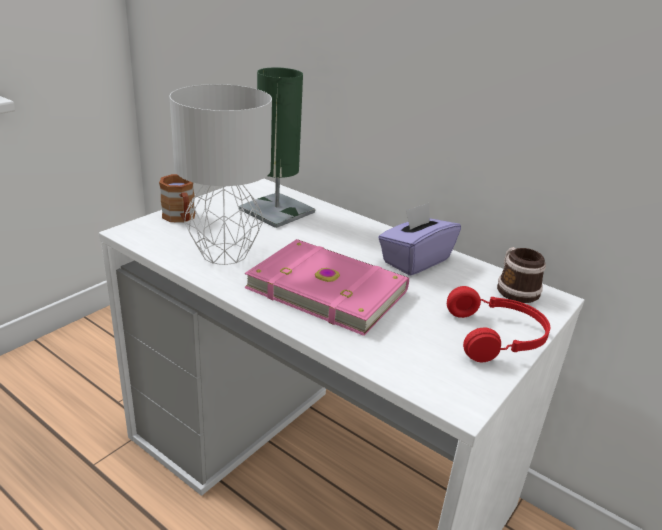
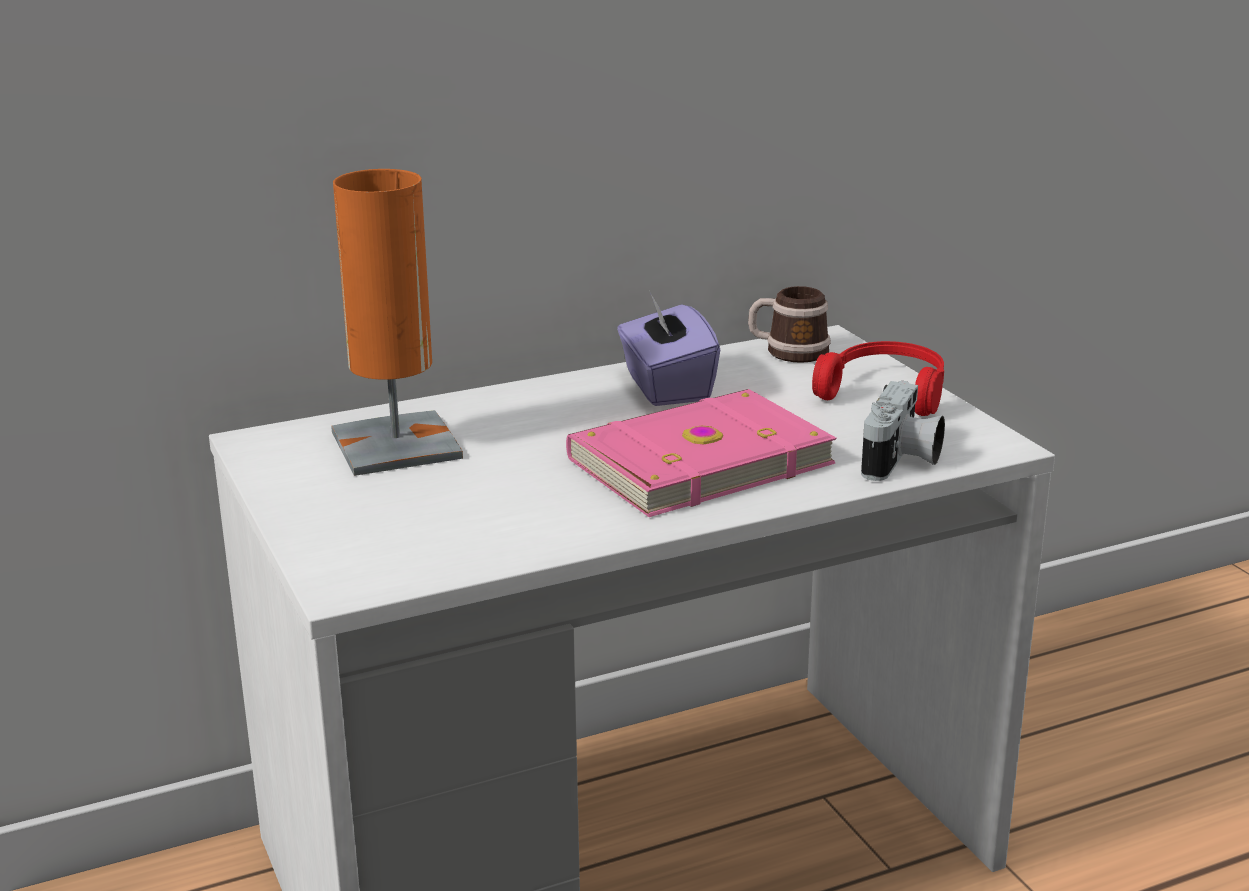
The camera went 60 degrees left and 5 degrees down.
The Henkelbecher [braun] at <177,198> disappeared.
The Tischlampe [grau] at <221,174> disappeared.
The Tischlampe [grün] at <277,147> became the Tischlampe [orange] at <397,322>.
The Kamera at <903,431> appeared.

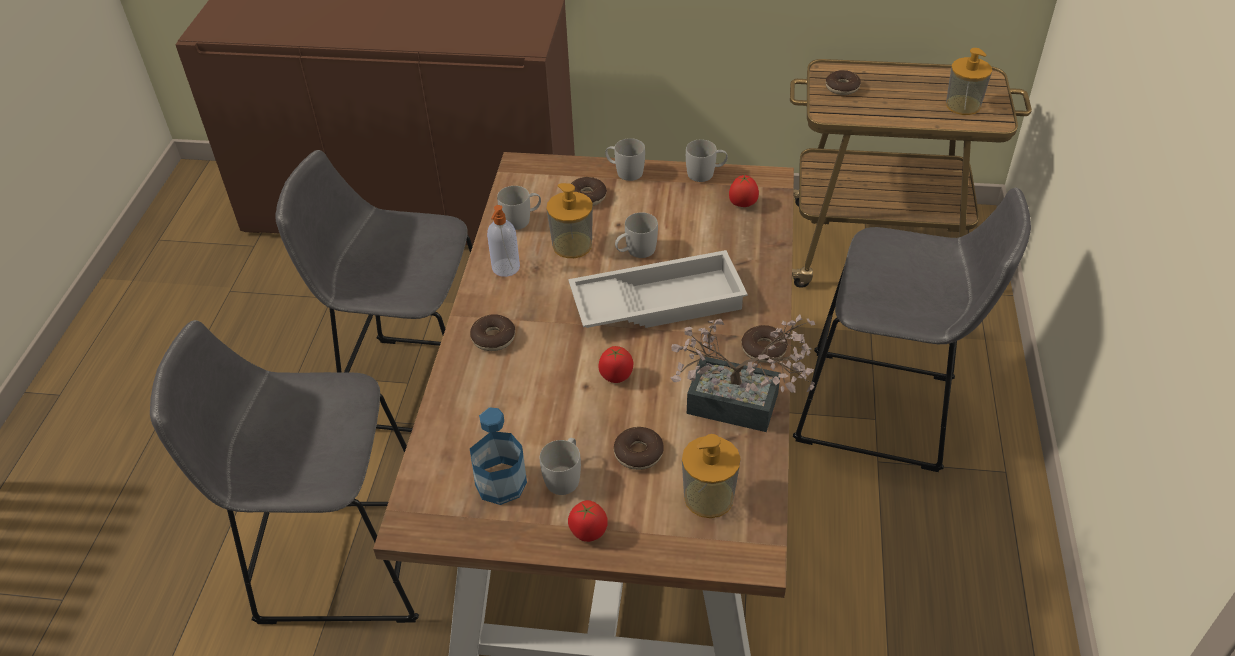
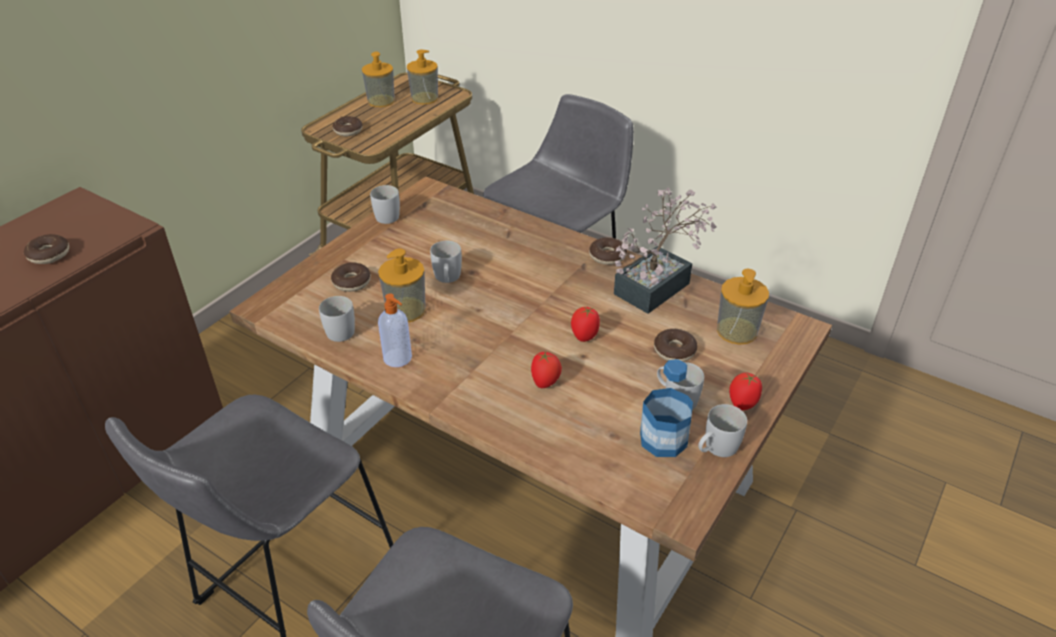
The camera went 65 degrees left and 5 degrees down.
The Donut moved from <492,332> to <46,249>.
The Tablett [weiß] at <658,289> disappeared.
The Henkelbecher [weiß] moved from <625,159> to <722,430>.
The Tomate moved from <744,191> to <546,369>.
The Seifenspender at <378,79> appeared.

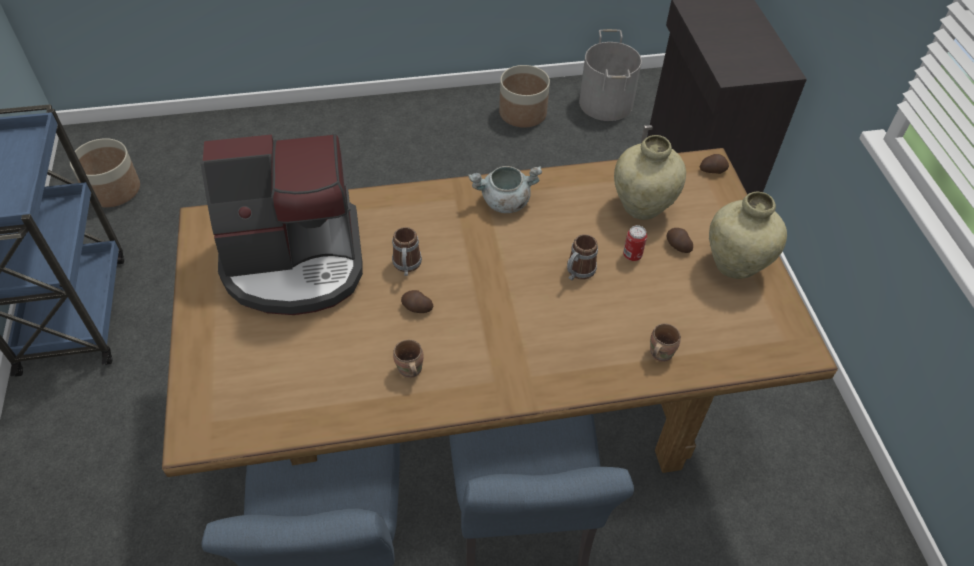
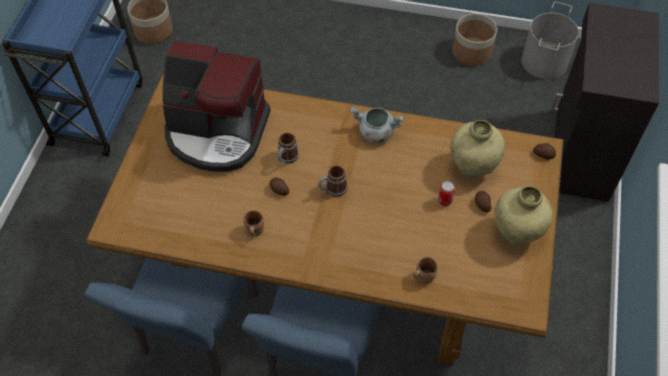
The camera went 25 degrees right and 5 degrees up.
The Henkelbecher moved from <582,257> to <333,181>.

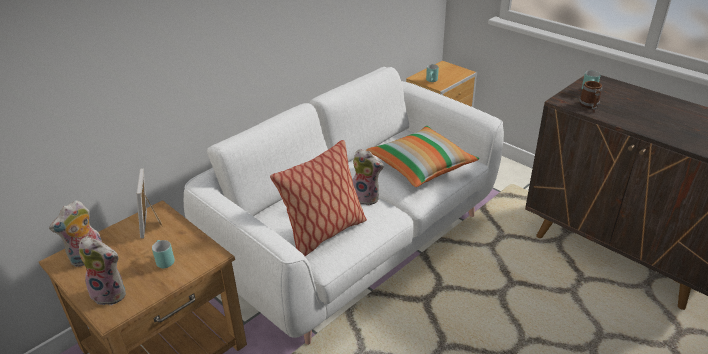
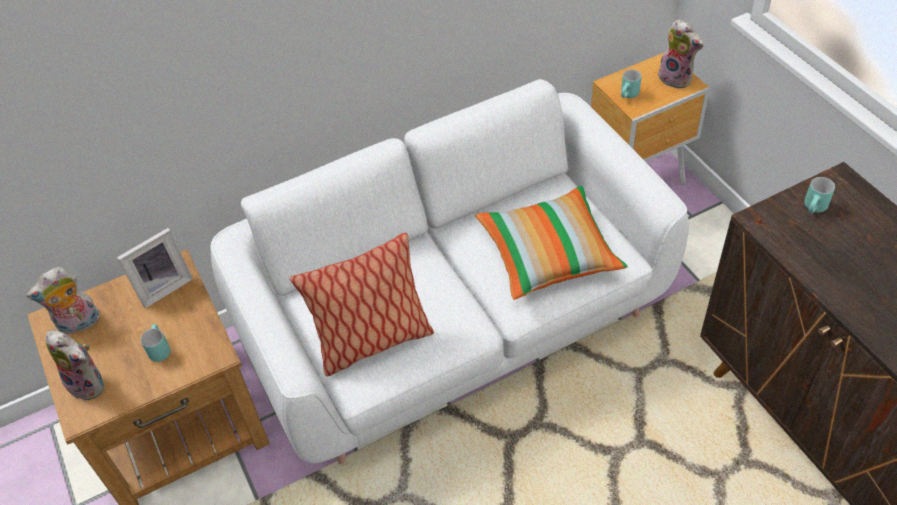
The camera went 20 degrees right and 15 degrees up.
The Bilderrahmen at <149,203> turned 135 degrees counterclockwise.
The Plüschtier moved from <368,177> to <681,54>.
The Henkelbecher at <590,97> disappeared.

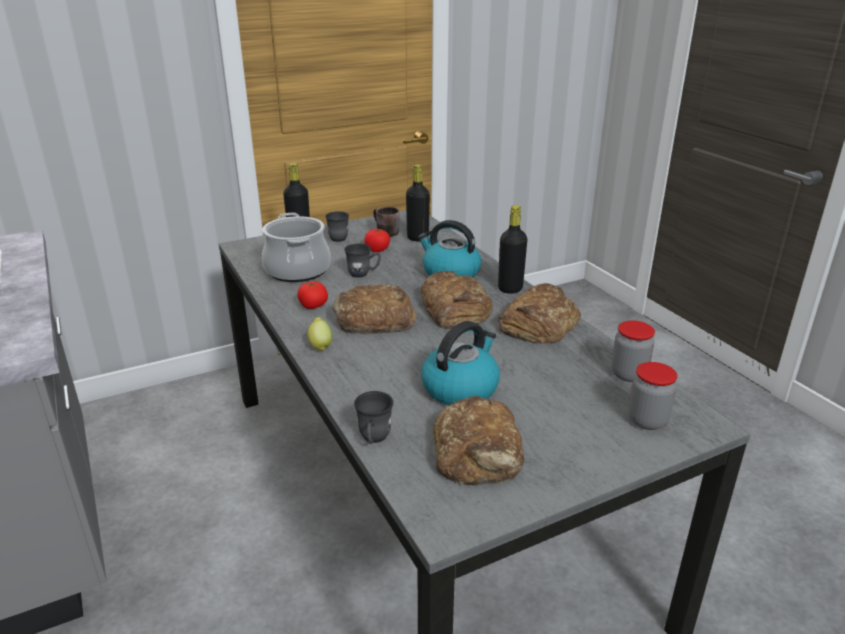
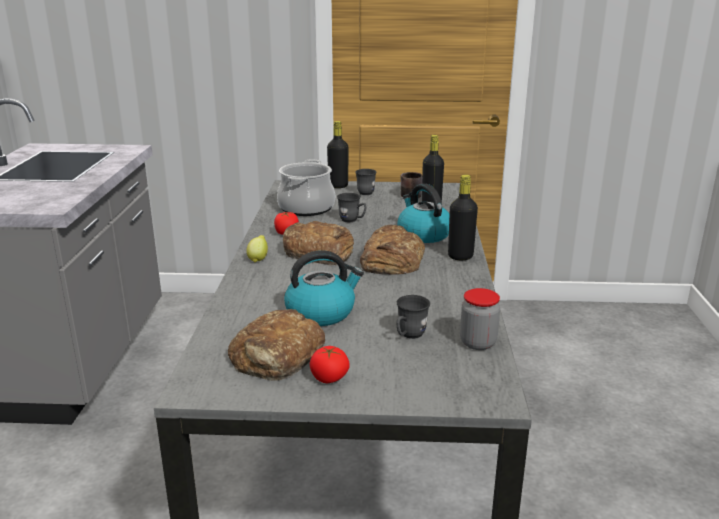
The camera went 30 degrees right and 5 degrees down.
The Henkelbecher [grau] moved from <373,417> to <413,317>.
The Tomate moved from <377,240> to <330,364>.
The Brot at <539,313> disappeared.
The Vorratsglas at <653,396> disappeared.

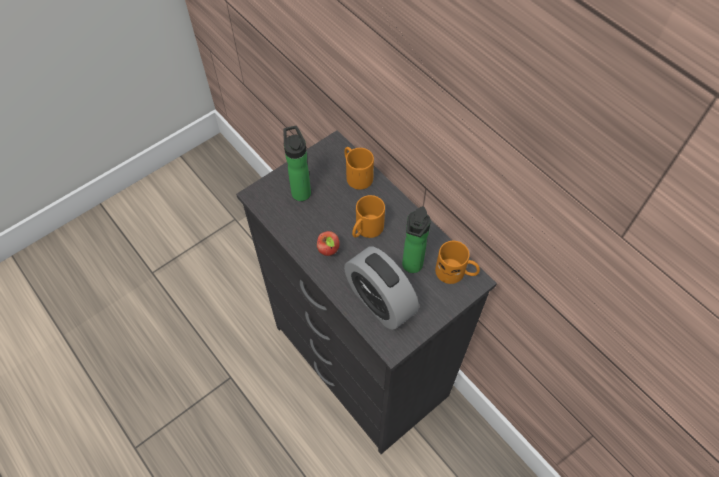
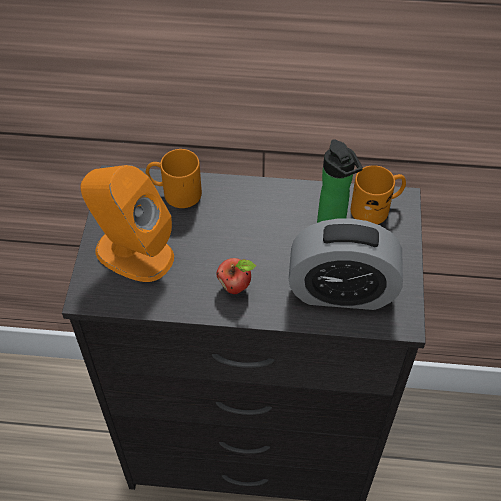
The camera went 45 degrees left and 5 degrees down.
The Flasche at <297,163> was replaced by the Lautsprecher [orange] at <127,223>.
The Henkelbecher [orange] at <368,216> disappeared.

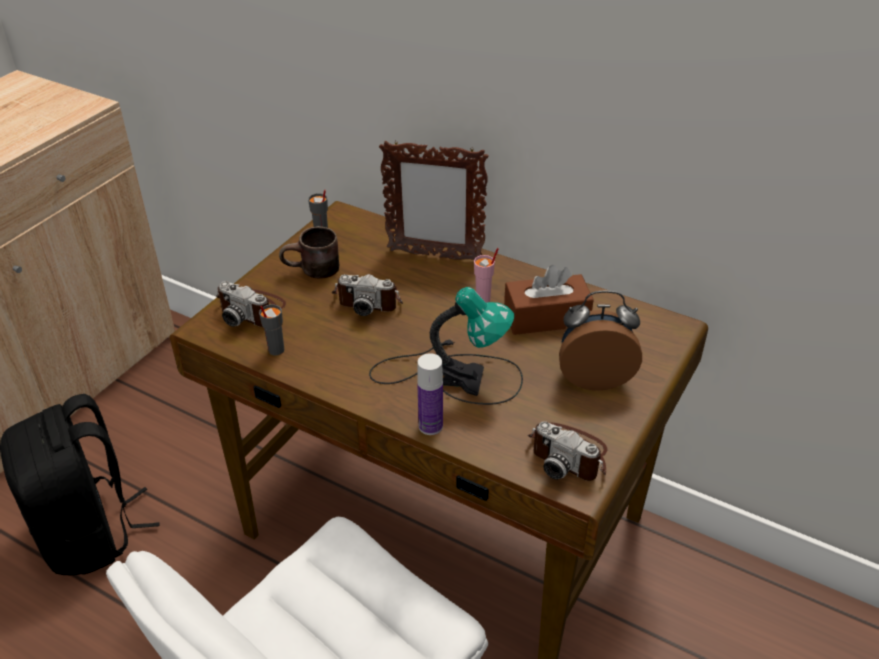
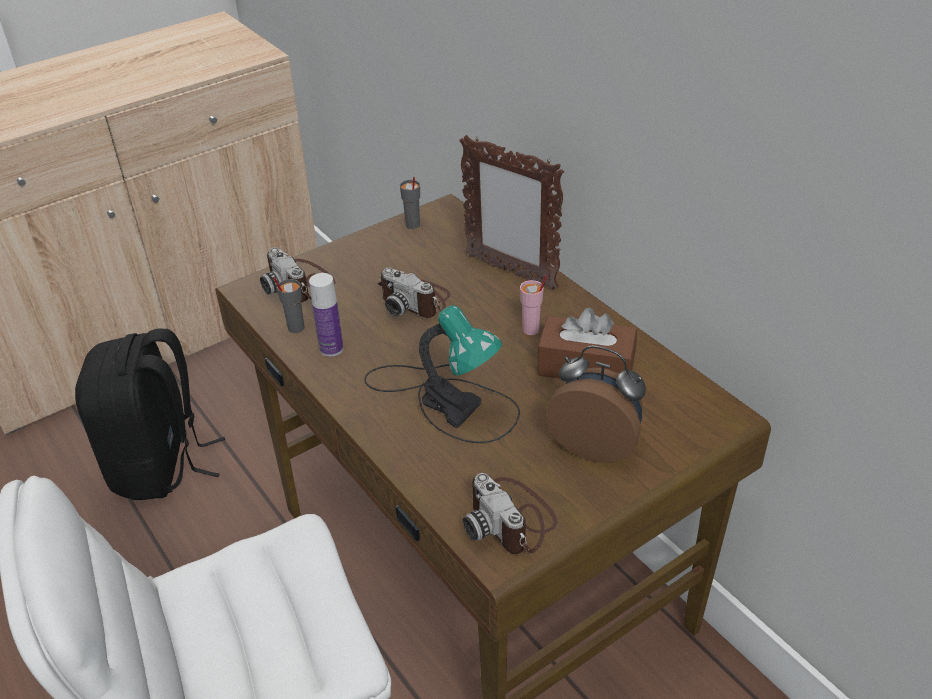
The camera went 25 degrees right and 0 degrees up.
The Henkelbecher [braun] at <309,252> disappeared.
The Flasche moved from <430,394> to <326,315>.

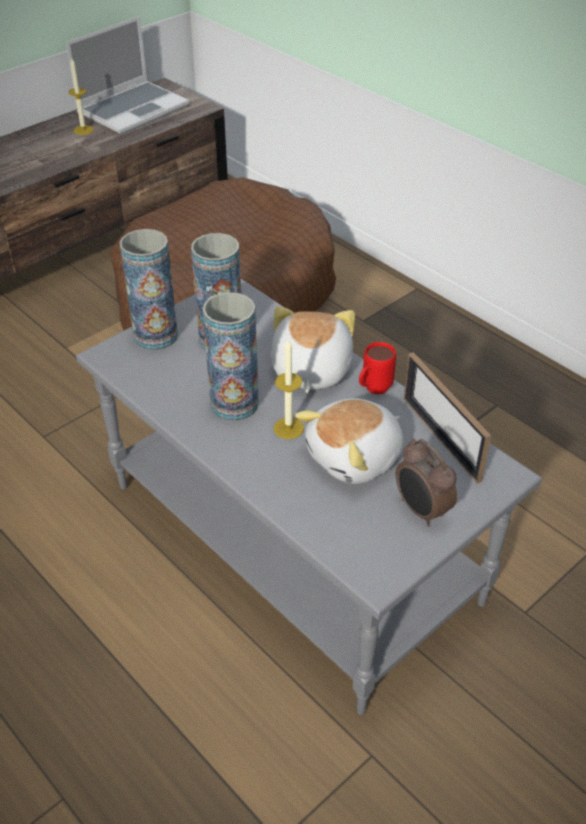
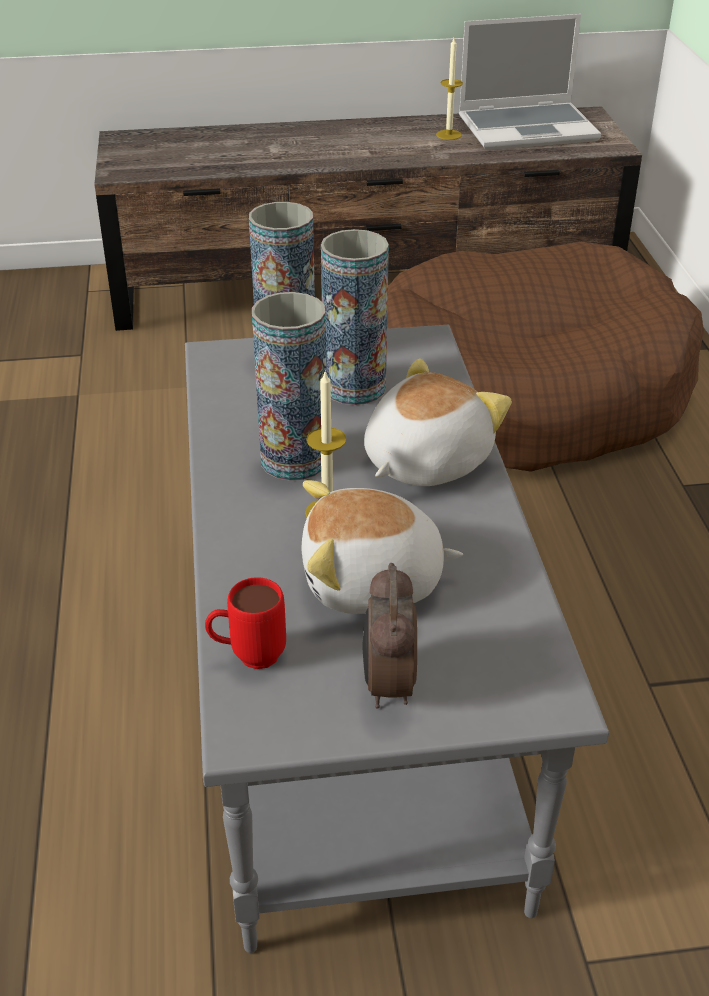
The camera went 35 degrees right and 5 degrees down.
The Henkelbecher [rot] moved from <377,368> to <245,623>.
The Bilderrahmen at <447,418> disappeared.

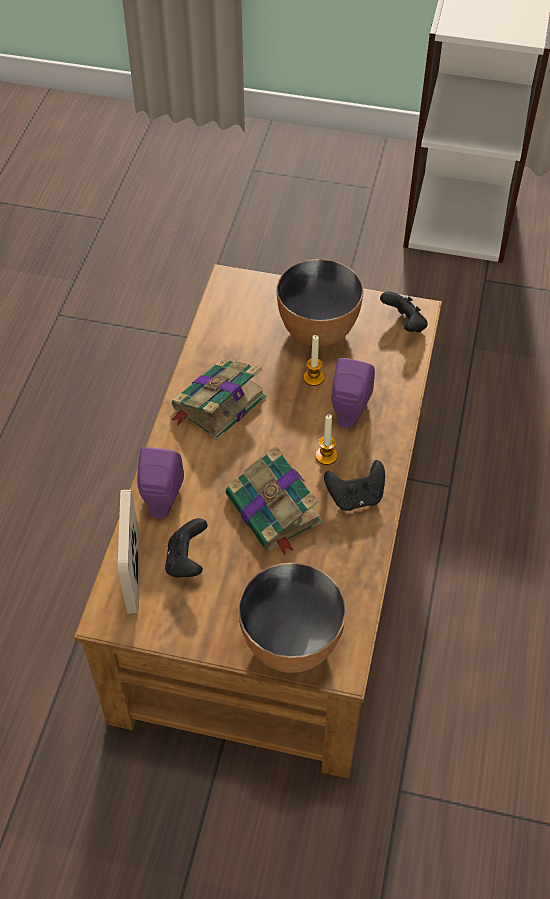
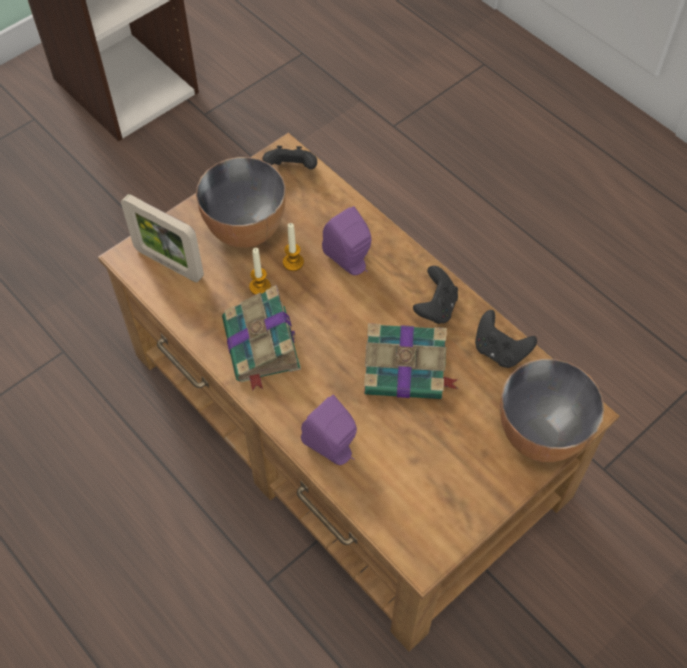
The camera went 55 degrees left and 5 degrees up.
The Bilderrahmen moved from <129,552> to <162,238>.
The Gamepad [schwarz] moved from <186,548> to <506,339>.
The Kerze moved from <326,439> to <260,271>.

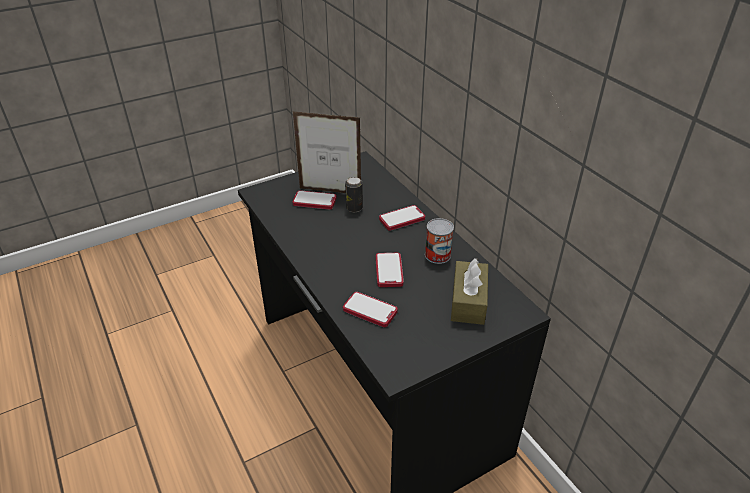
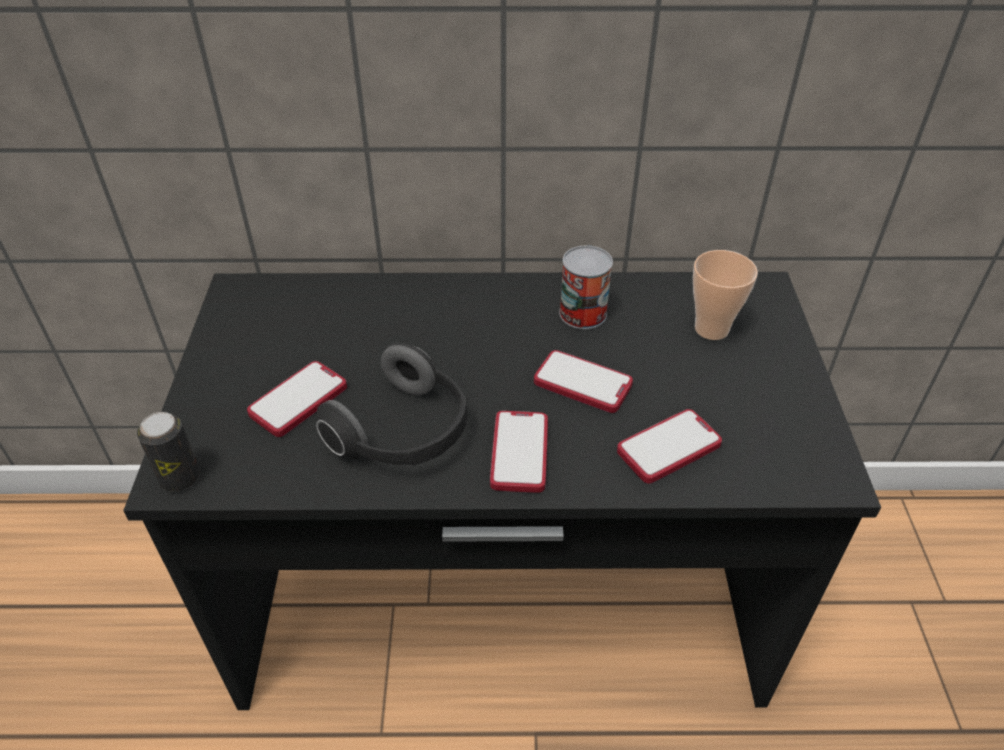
The camera went 60 degrees left and 5 degrees up.
The Bilderrahmen at <327,152> disappeared.
The Dose moved from <354,194> to <168,452>.
The Handy moved from <402,218> to <519,452>.
The Taschentuchbox [braun] at <469,291> was replaced by the Tasse at <725,295>.
The Kopfhörer at <392,403> appeared.

